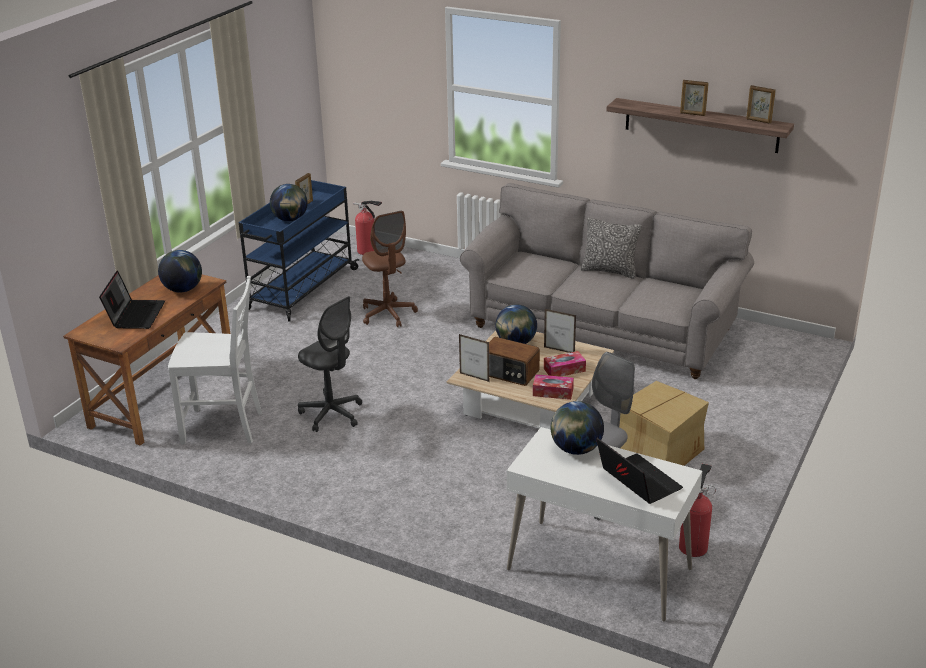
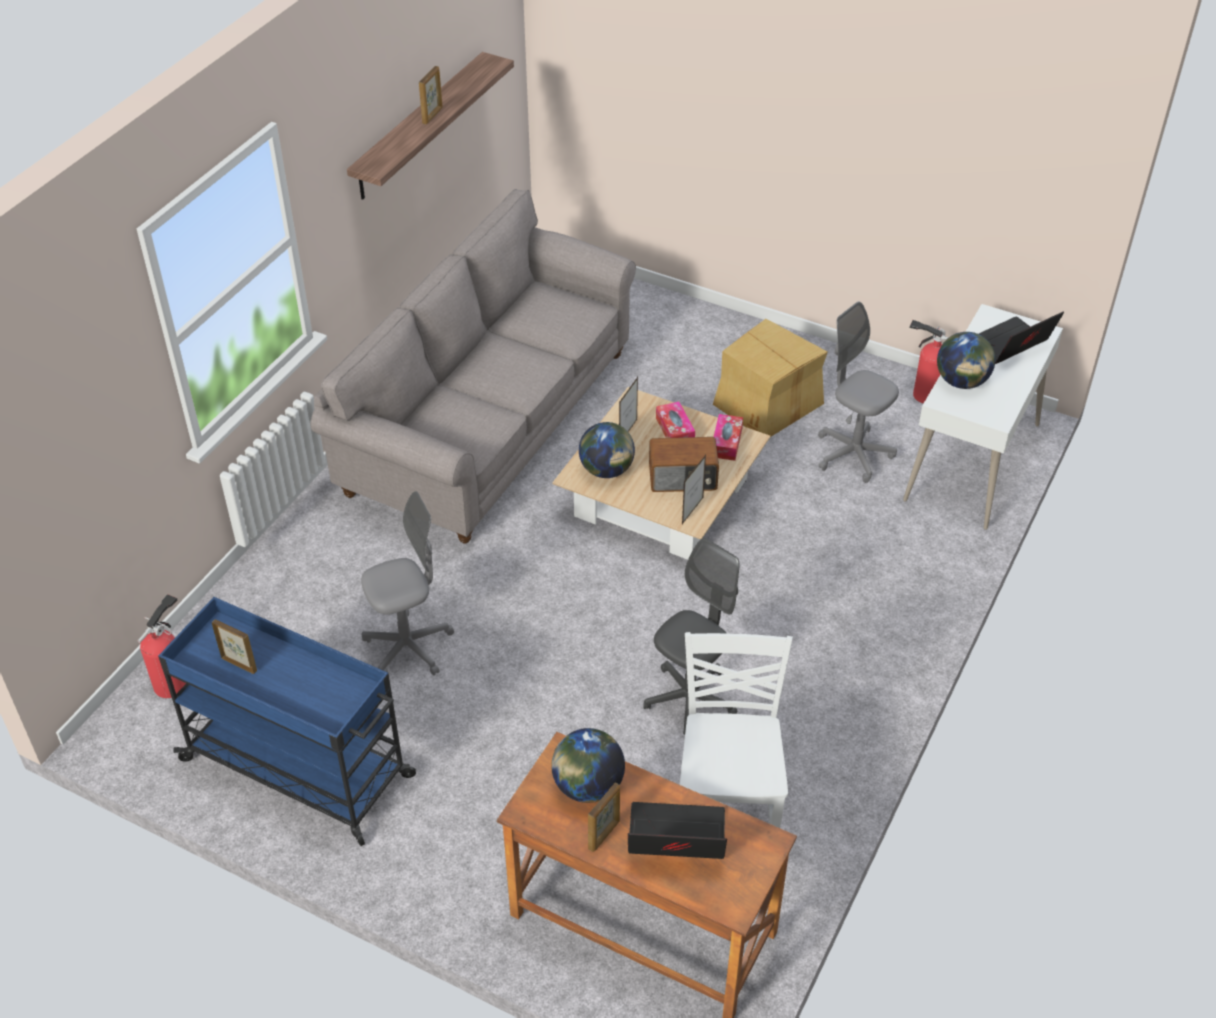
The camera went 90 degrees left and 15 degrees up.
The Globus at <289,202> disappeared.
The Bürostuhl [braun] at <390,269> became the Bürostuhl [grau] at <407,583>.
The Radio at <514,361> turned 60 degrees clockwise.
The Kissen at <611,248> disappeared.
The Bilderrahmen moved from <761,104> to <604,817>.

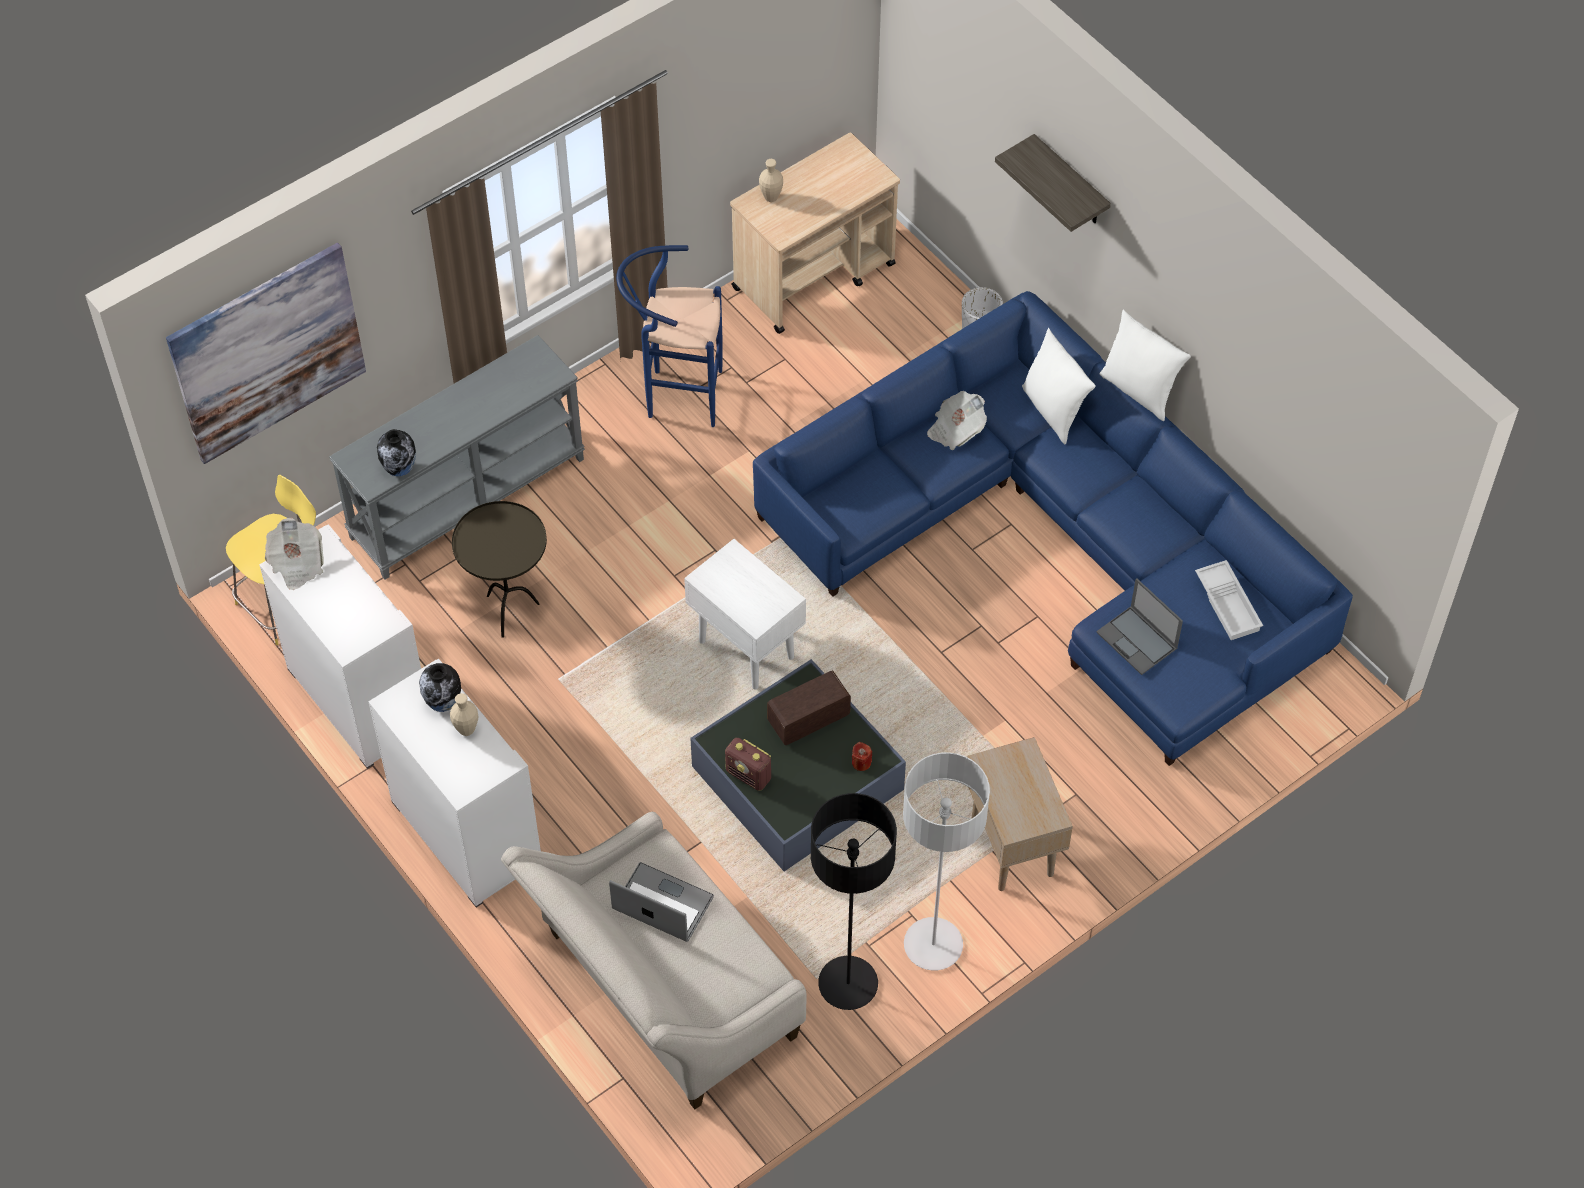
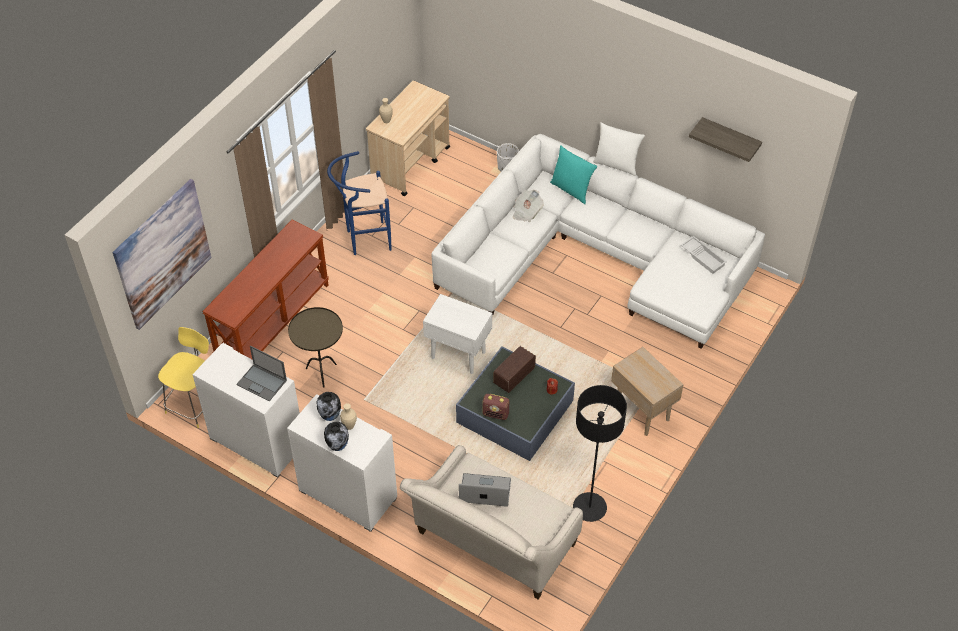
The camera went 20 degrees left and 5 degrees down.
The Zeitung at <294,554> disappeared.
The Konsolentisch [grau] at <457,457> became the Konsolentisch [braun] at <265,289>.
The Vase moved from <396,452> to <336,436>.
The Sofa [blau] at <1053,528> became the Sofa [weiß] at <598,241>.
The Stehlampe [grau] at <946,861> disappeared.
The Wandregal moved from <1053,183> to <725,139>.
The Kissen [weiß] at <1059,386> became the Kissen [türkis] at <573,174>.
The Laptop moved from <1139,626> to <261,374>.

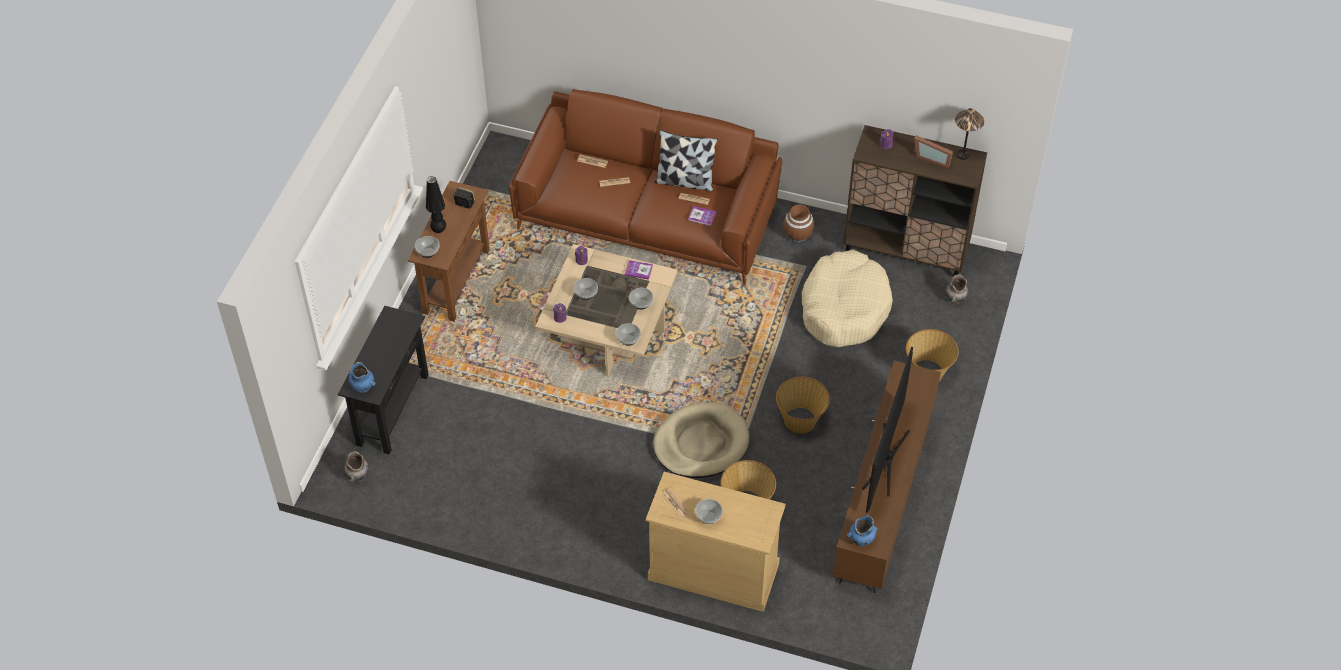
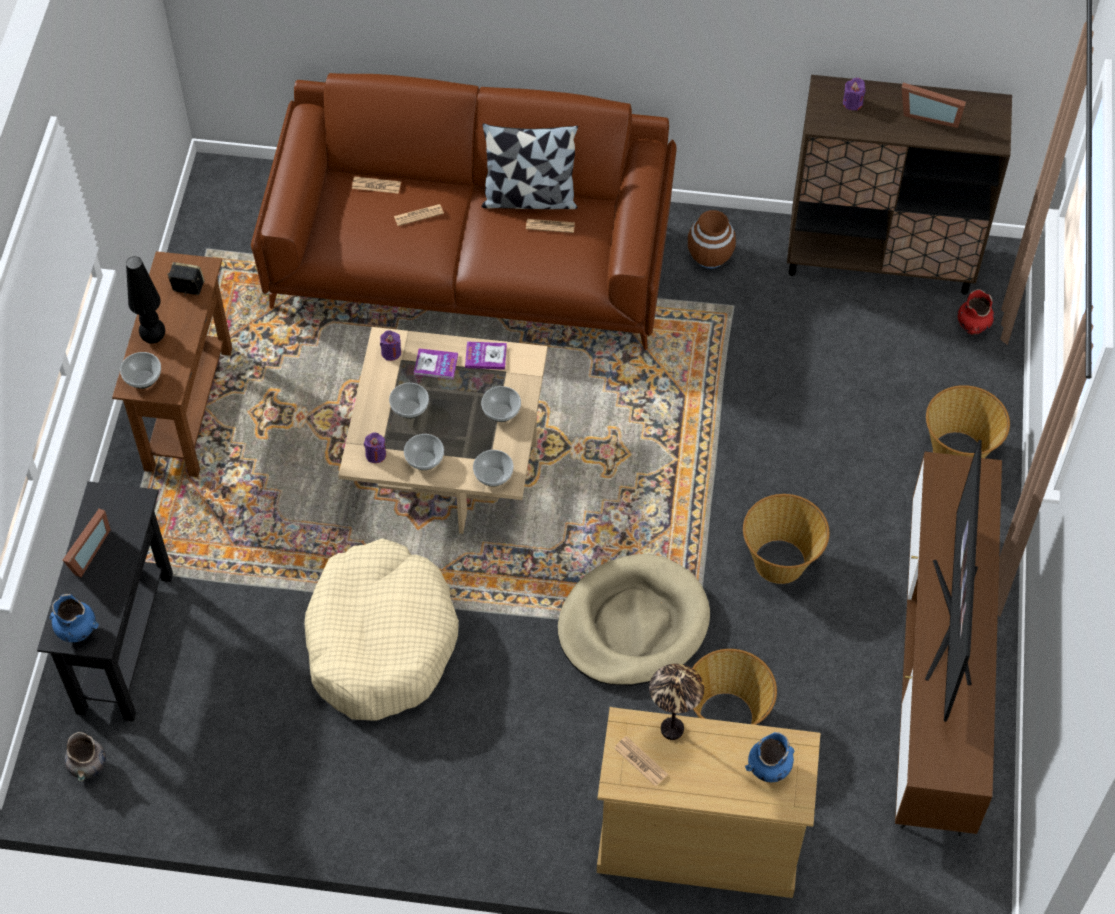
The camera went 10 degrees left and 5 degrees up.
The Buch moved from <702,216> to <436,363>.
The Schüssel moved from <709,511> to <424,452>.
The Hundebett [beige] moved from <847,298> to <381,629>.
The Vase [blau] moved from <862,530> to <769,757>.
The Vase [grau] at <956,289> became the Vase [rot] at <976,312>.
The Tischlampe moved from <969,134> to <676,702>.
The Bilderrahmen at <87,543> appeared.

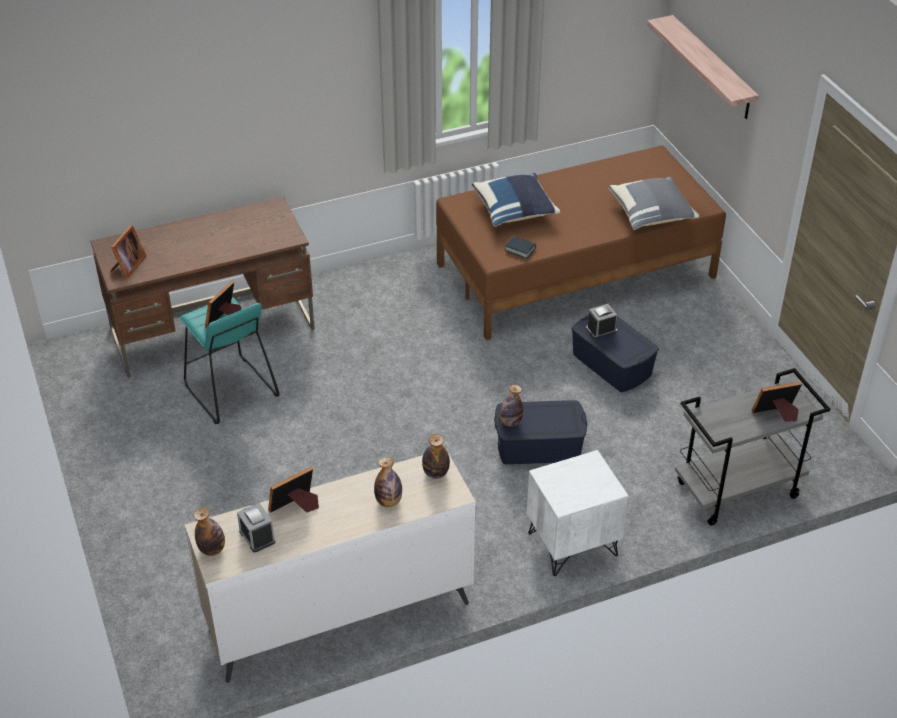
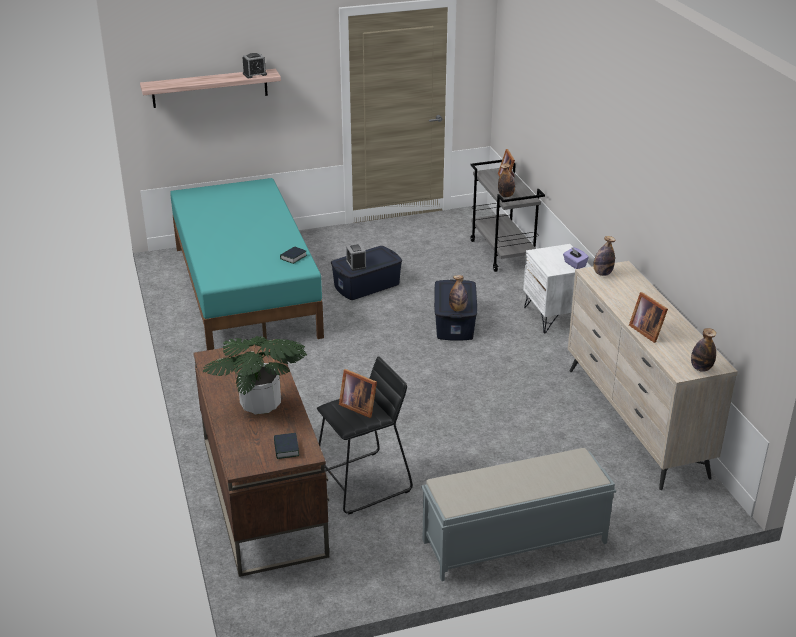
The camera went 85 degrees left and 10 degrees down.
The Bilderrahmen at <128,251> was replaced by the Buch at <286,446>.
The Hocker [türkis] at <230,360> became the Hocker [schwarz] at <365,435>.
The Wecker moved from <256,527> to <254,65>.
The Flasche moved from <388,482> to <506,180>.
The Bett [braun] at <581,243> became the Bett [türkis] at <247,264>.
The Kissen [blau] at <516,200> disappeared.
The Kissen [grau] at <653,203> disappeared.
The Topfpflanze at <255,375> appeared.
The Bank [grau] at <518,514> appeared.
The Taschentuchbox [lila] at <576,258> appeared.

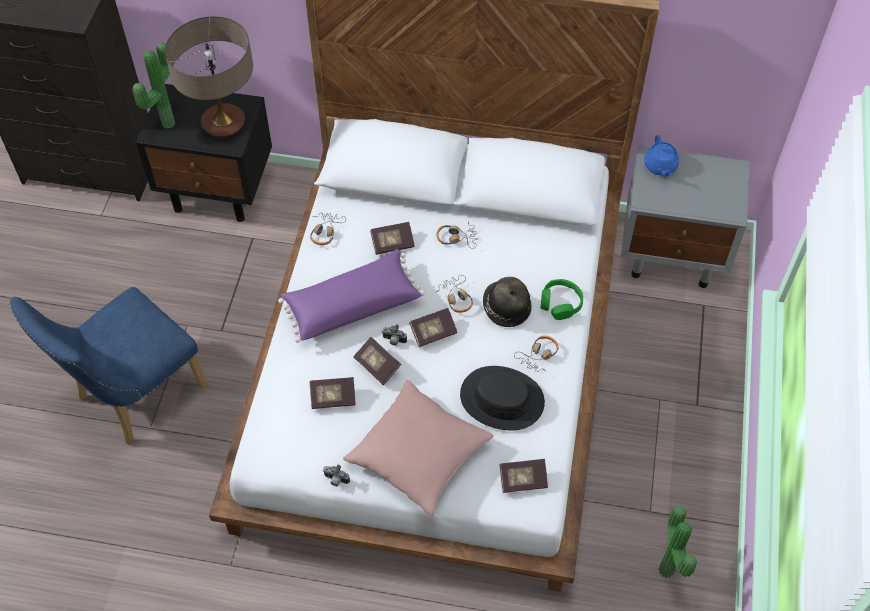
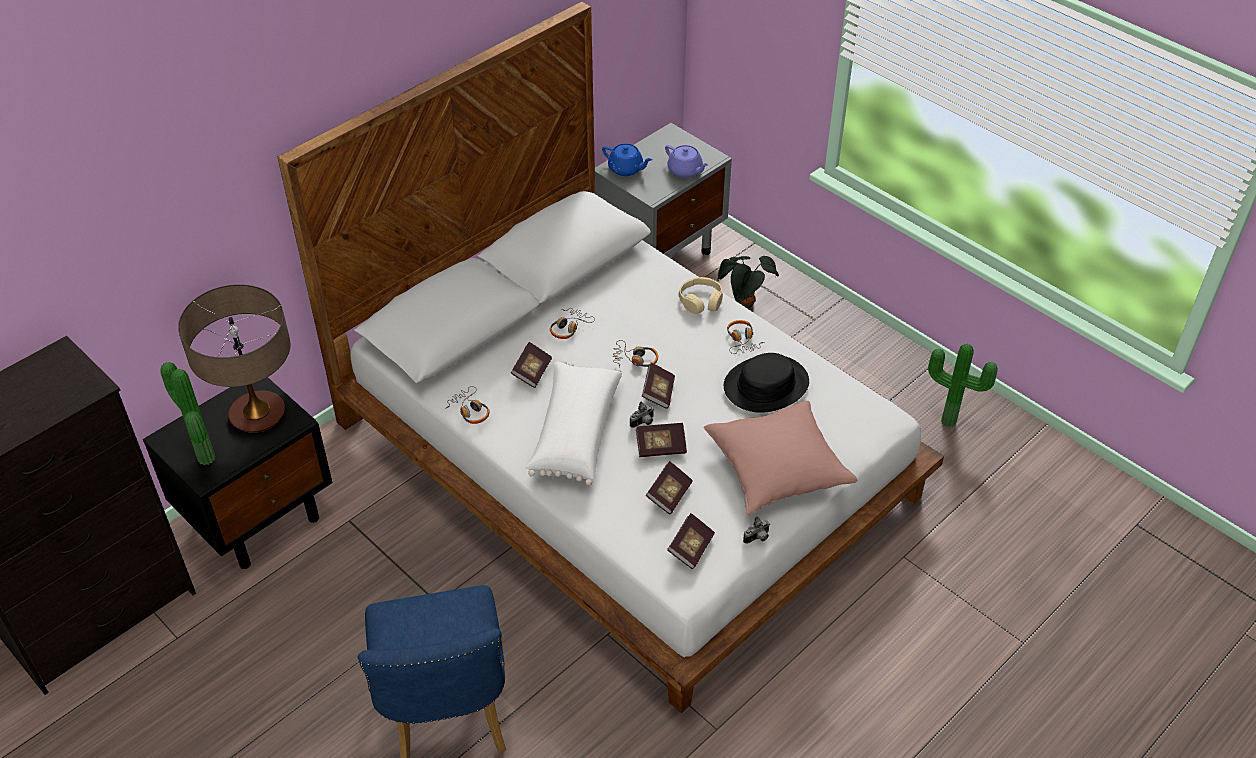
The camera went 55 degrees left and 10 degrees down.
The Kissen [lila] at <351,296> became the Kissen [weiß] at <573,423>.
The Hut at <507,302> disappeared.
The Buch moved from <523,476> to <691,541>.
The Kopfhörer [grün] at <562,299> became the Kopfhörer [beige] at <701,295>.
The Teekanne [lila] at <687,161> appeared.
The Topfpflanze at <748,282> appeared.

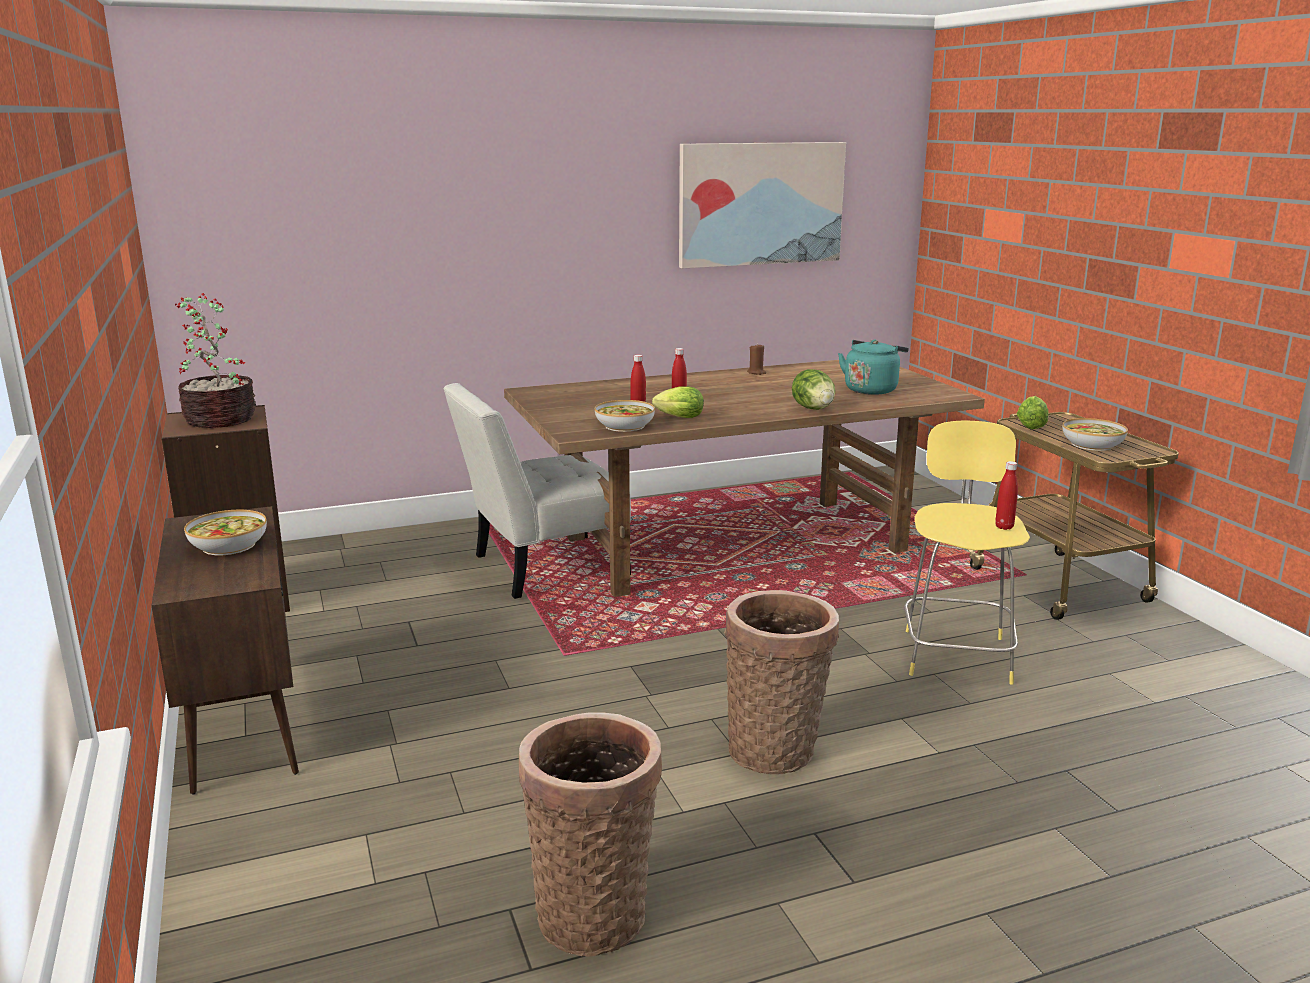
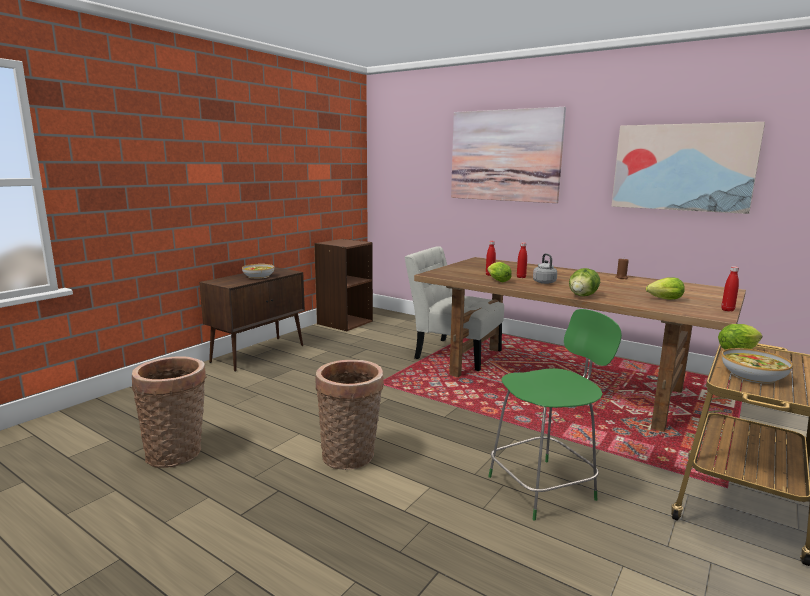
The camera went 55 degrees right and 5 degrees down.
The Topfpflanze at <215,360> disappeared.
The Schüssel at <625,416> disappeared.
The Wasserkessel [türkis] at <873,367> was replaced by the Salatkopf at <665,288>.
The Hocker [gelb] at <967,552> became the Hocker [grün] at <555,415>.
The Flasche [rot] moved from <1006,495> to <730,289>.
The Bild at <508,155> appeared.
The Wasserkessel [grau] at <545,268> appeared.

